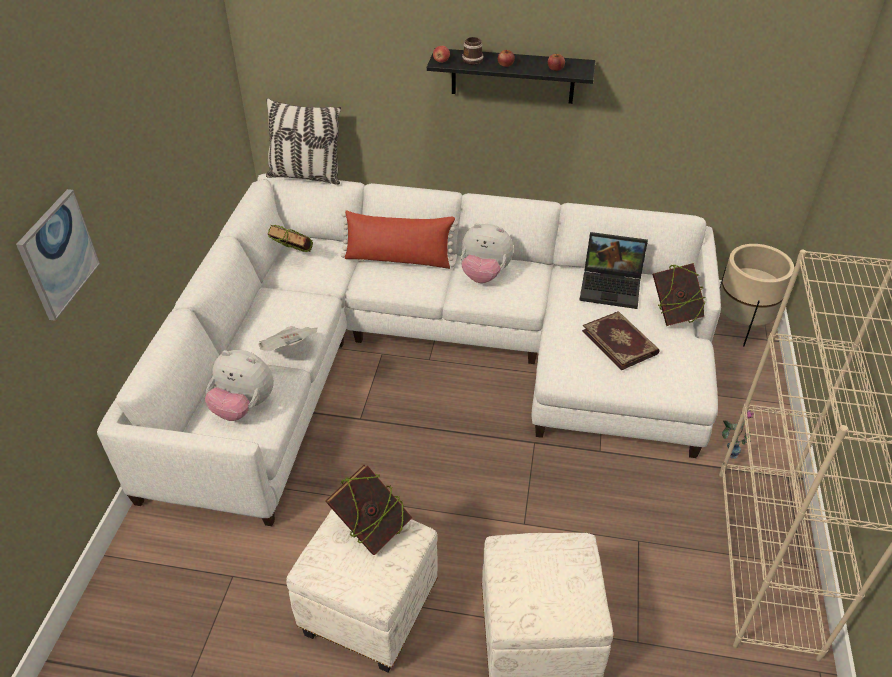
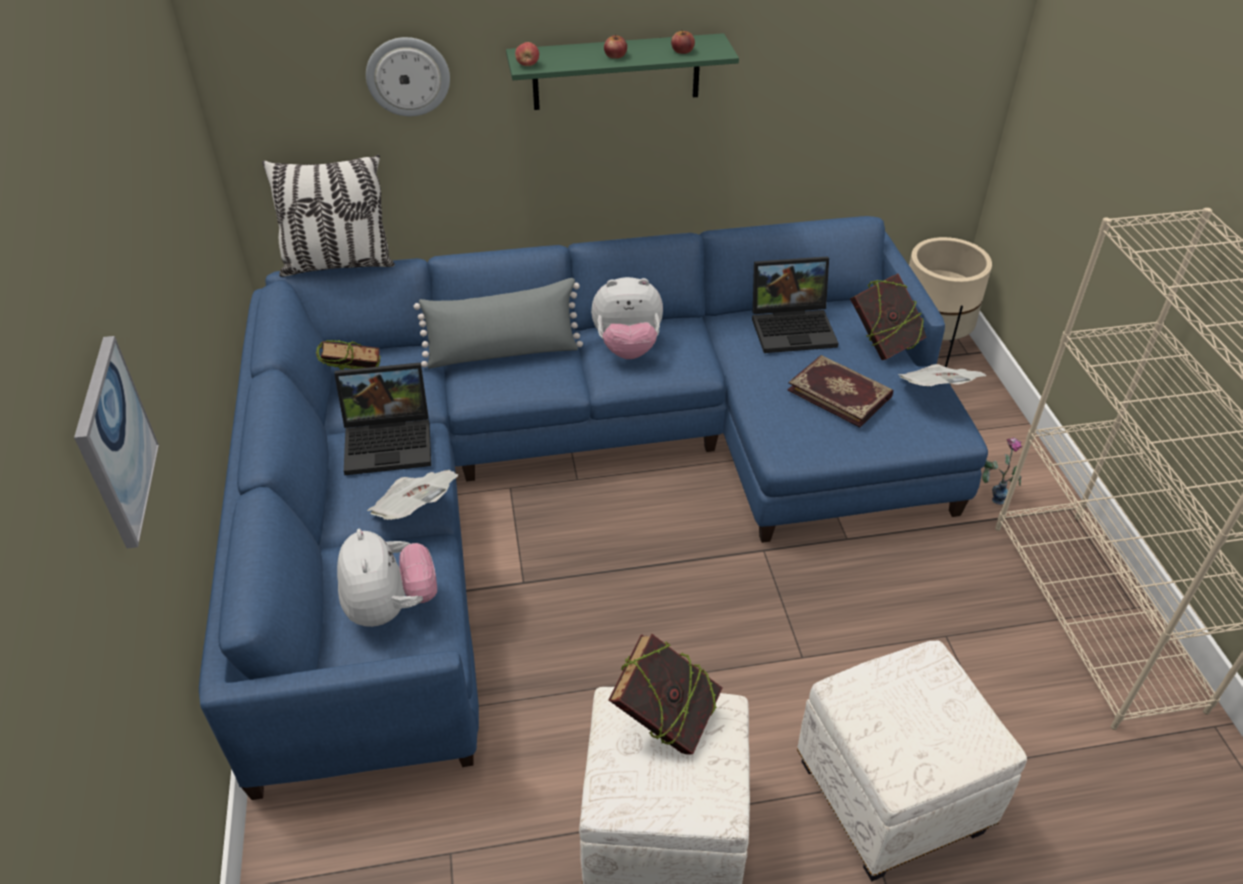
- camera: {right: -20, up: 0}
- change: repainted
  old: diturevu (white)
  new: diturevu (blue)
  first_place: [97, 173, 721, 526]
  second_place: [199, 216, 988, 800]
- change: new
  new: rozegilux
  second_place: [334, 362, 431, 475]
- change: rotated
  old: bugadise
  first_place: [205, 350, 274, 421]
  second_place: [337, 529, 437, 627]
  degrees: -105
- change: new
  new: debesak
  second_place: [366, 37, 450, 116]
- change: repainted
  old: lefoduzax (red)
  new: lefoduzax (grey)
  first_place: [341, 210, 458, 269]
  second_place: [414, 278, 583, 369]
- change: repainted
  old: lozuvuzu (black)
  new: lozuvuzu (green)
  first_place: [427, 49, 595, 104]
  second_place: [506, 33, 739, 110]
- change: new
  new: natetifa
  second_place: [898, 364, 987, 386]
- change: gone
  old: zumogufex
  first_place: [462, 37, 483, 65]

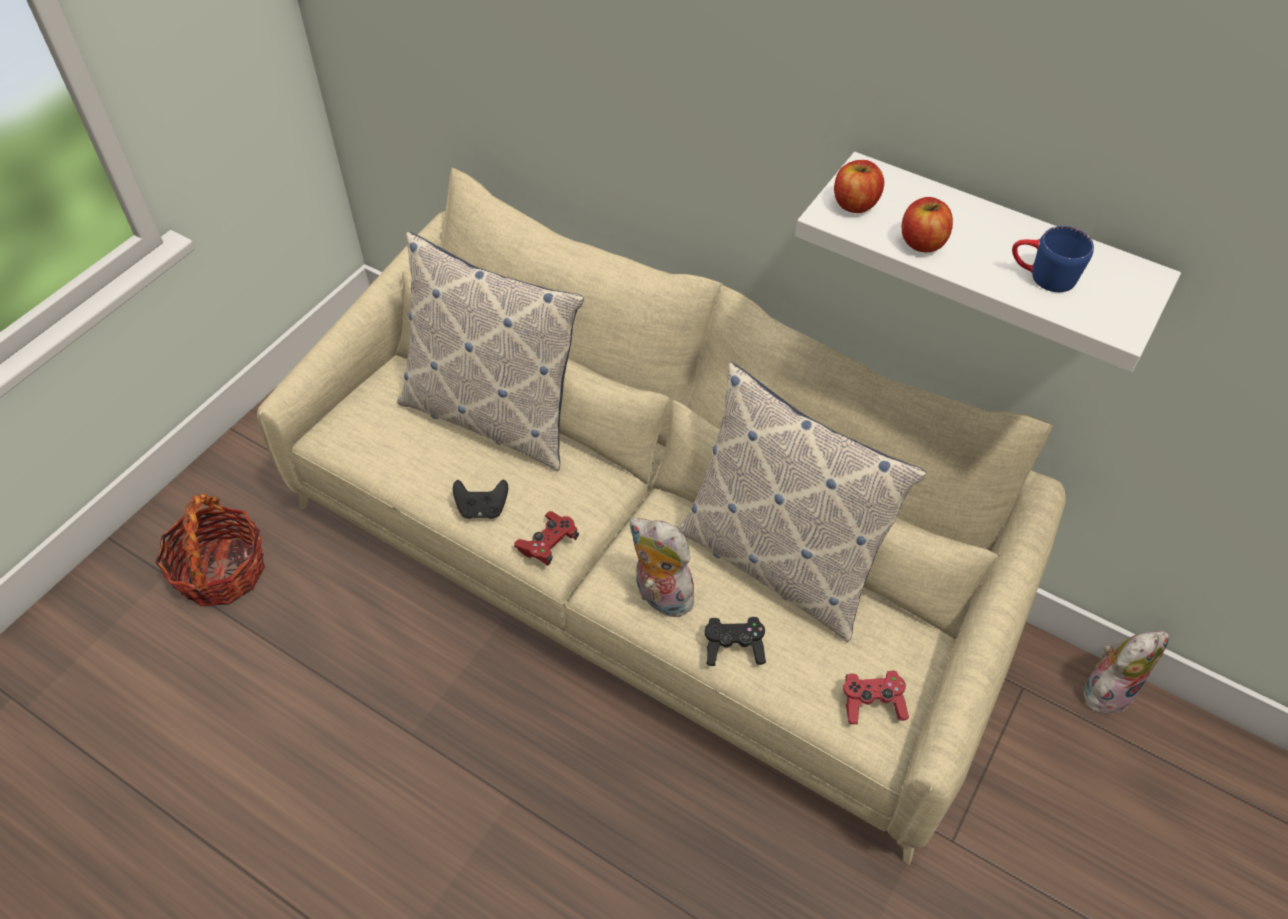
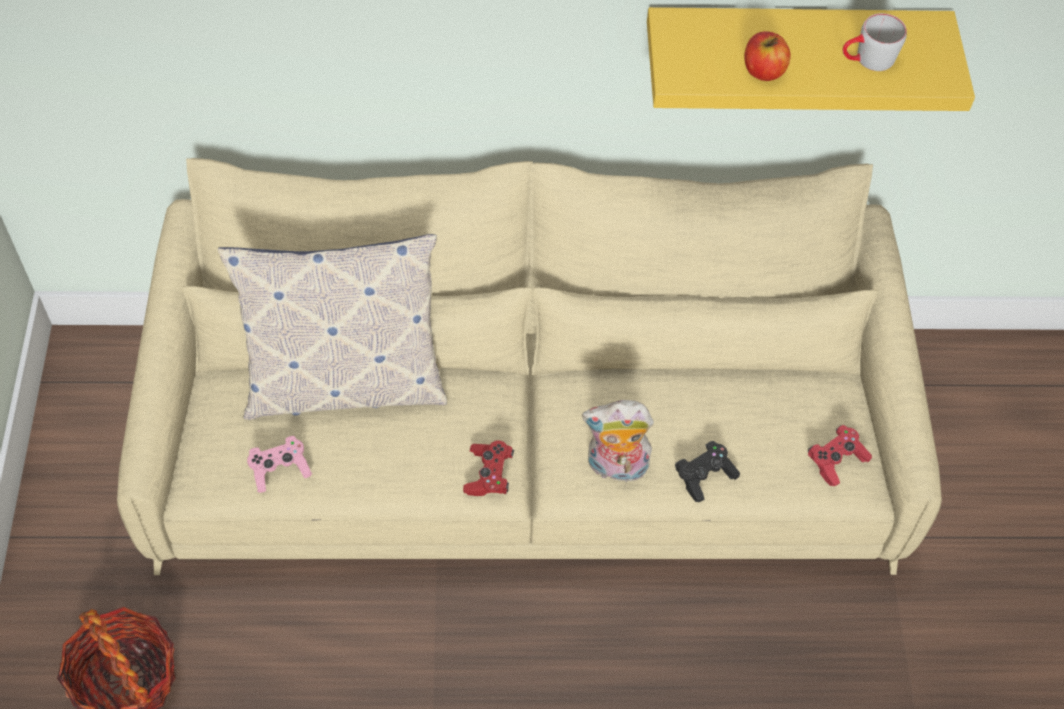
- camera: {right: -35, up: 5}
- change: new
  new: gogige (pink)
  second_place: [247, 436, 312, 493]
- change: repainted
  old: lozuvuzu (white)
  new: lozuvuzu (yellow)
  first_place: [795, 152, 1181, 372]
  second_place: [647, 7, 975, 111]
- change: repainted
  old: zumogufex (blue)
  new: zumogufex (grey)
  first_place: [1012, 226, 1094, 292]
  second_place: [843, 13, 907, 71]
- change: gone
  old: gogige (black)
  first_place: [453, 480, 508, 519]
- change: gone
  old: lefoduzax
  first_place: [677, 362, 926, 642]
- change: gone
  old: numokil
  first_place: [834, 160, 884, 213]
- change: gone
  old: bugadise
  first_place: [1084, 631, 1169, 717]

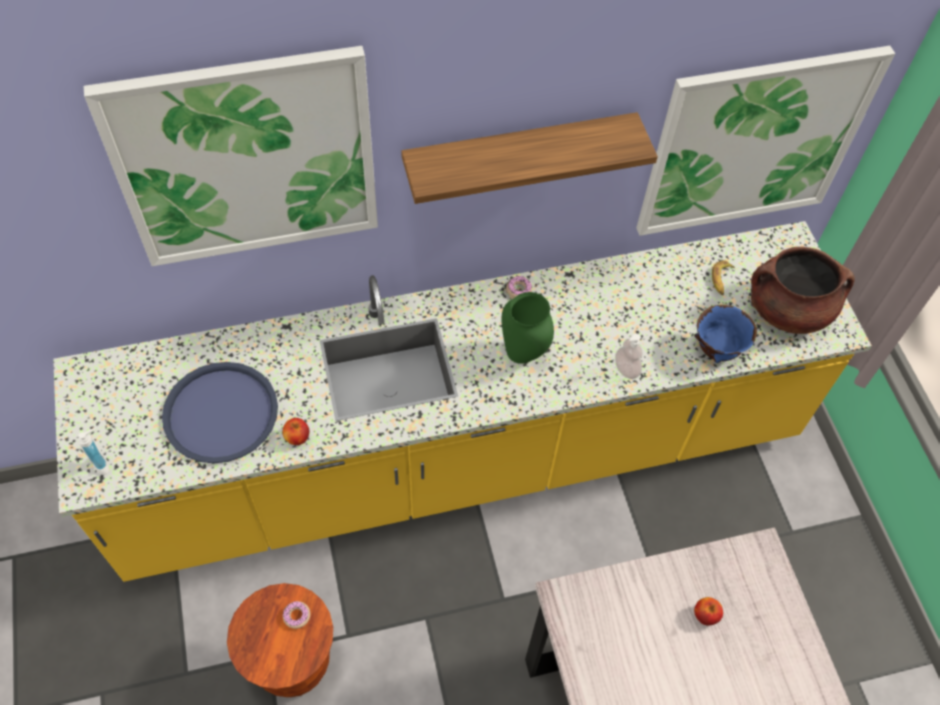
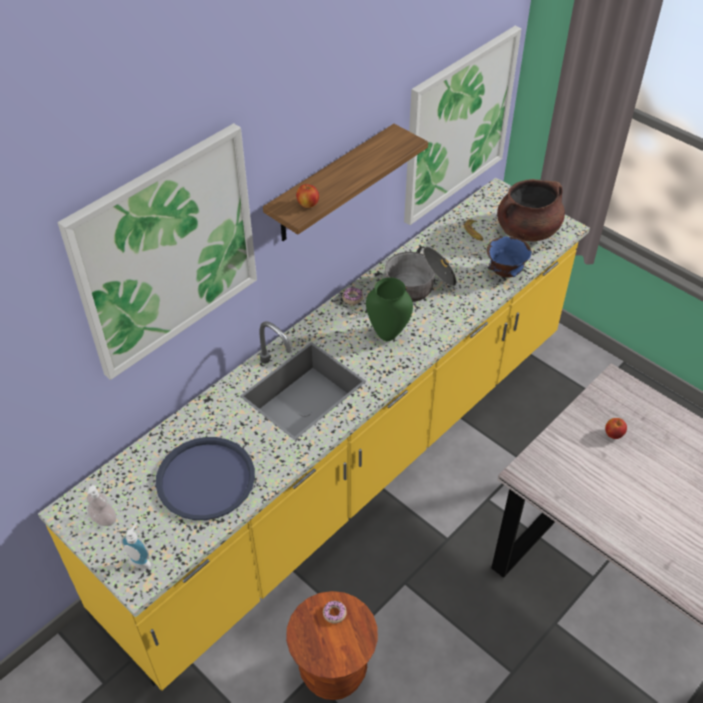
- camera: {right: -30, up: -10}
- change: shifted
  old: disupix
  first_place: [615, 334, 642, 379]
  second_place: [87, 485, 116, 526]
- change: shifted
  old: numokil
  first_place: [283, 418, 310, 445]
  second_place: [296, 184, 319, 208]
- change: new
  new: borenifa
  second_place: [385, 247, 456, 302]

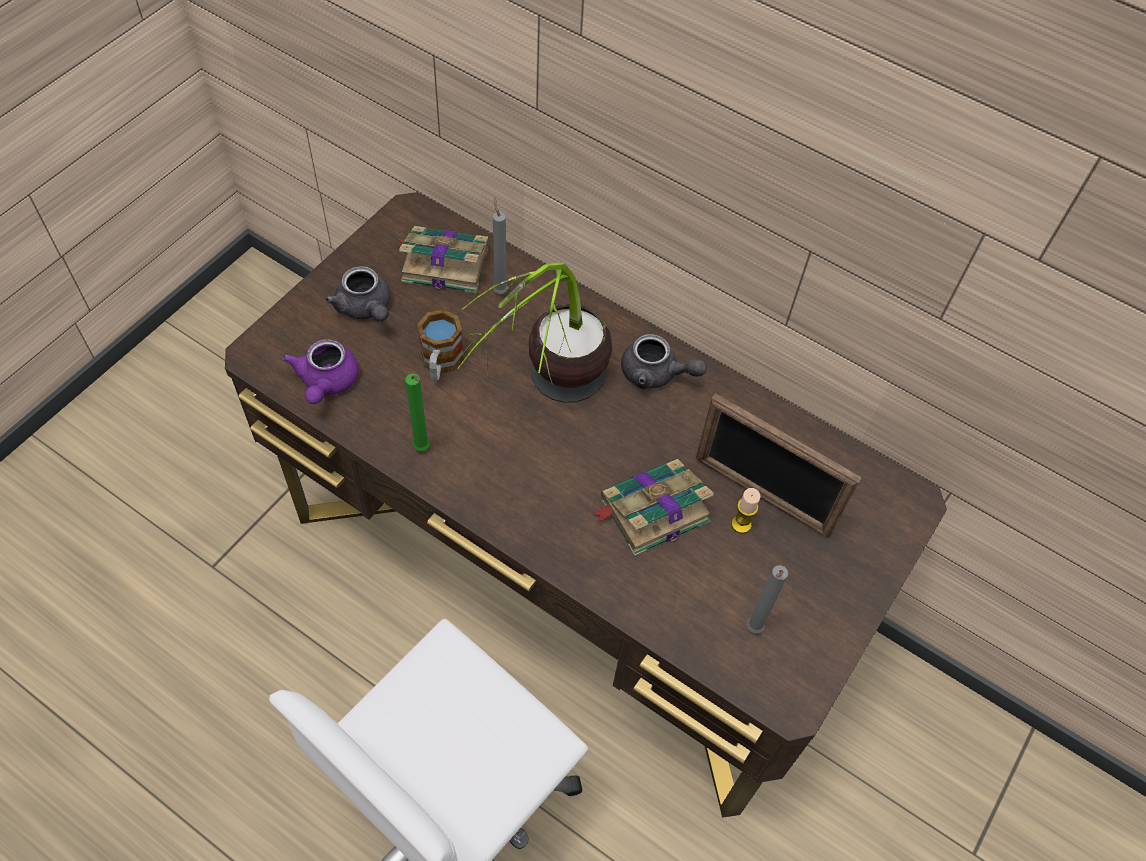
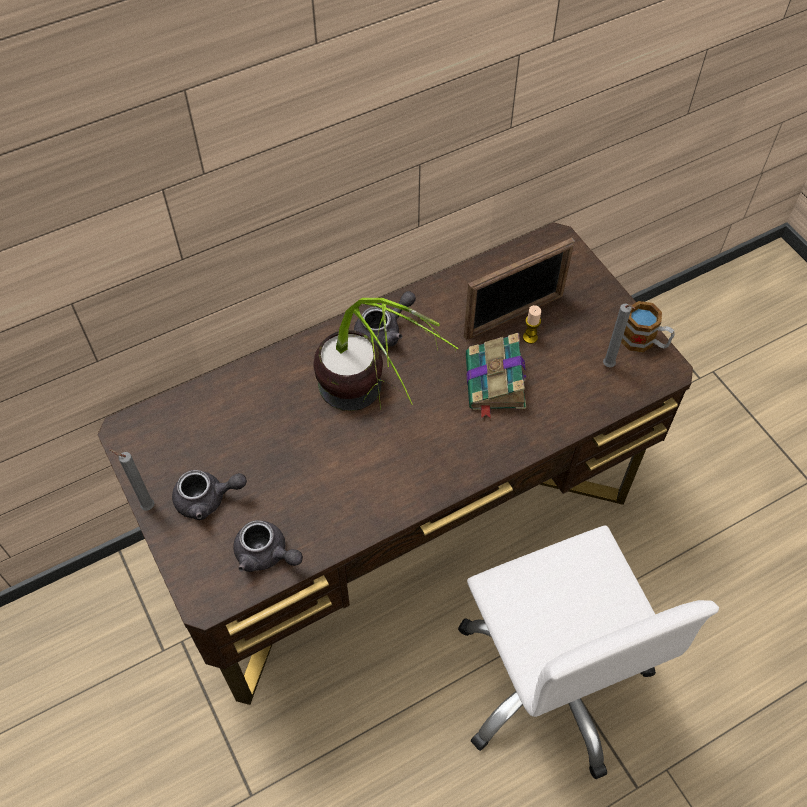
- camera: {right: -60, up: 0}
- change: shifted
  old: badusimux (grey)
  first_place: [493, 198, 508, 294]
  second_place: [109, 449, 154, 511]
- change: repainted
  old: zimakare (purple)
  new: zimakare (grey)
  first_place: [282, 339, 359, 404]
  second_place: [233, 520, 303, 572]
- change: shifted
  old: zumogufex
  first_place: [418, 309, 464, 381]
  second_place: [621, 301, 675, 353]
- change: gone
  old: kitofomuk
  first_place: [396, 226, 488, 294]
- change: gone
  old: badusimux (green)
  first_place: [405, 373, 430, 451]

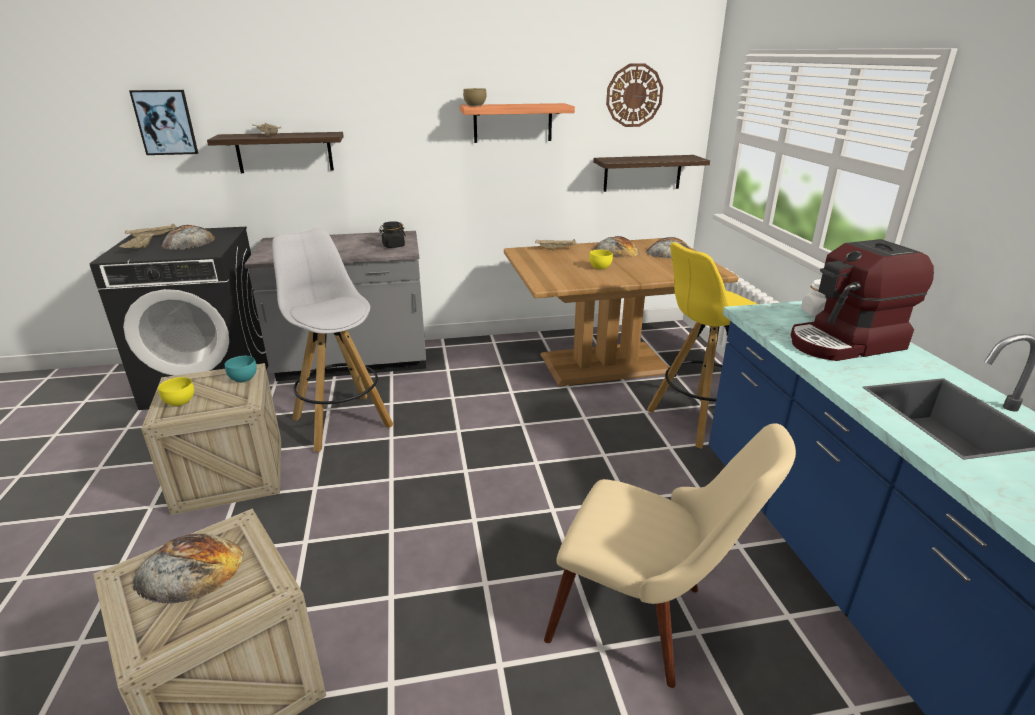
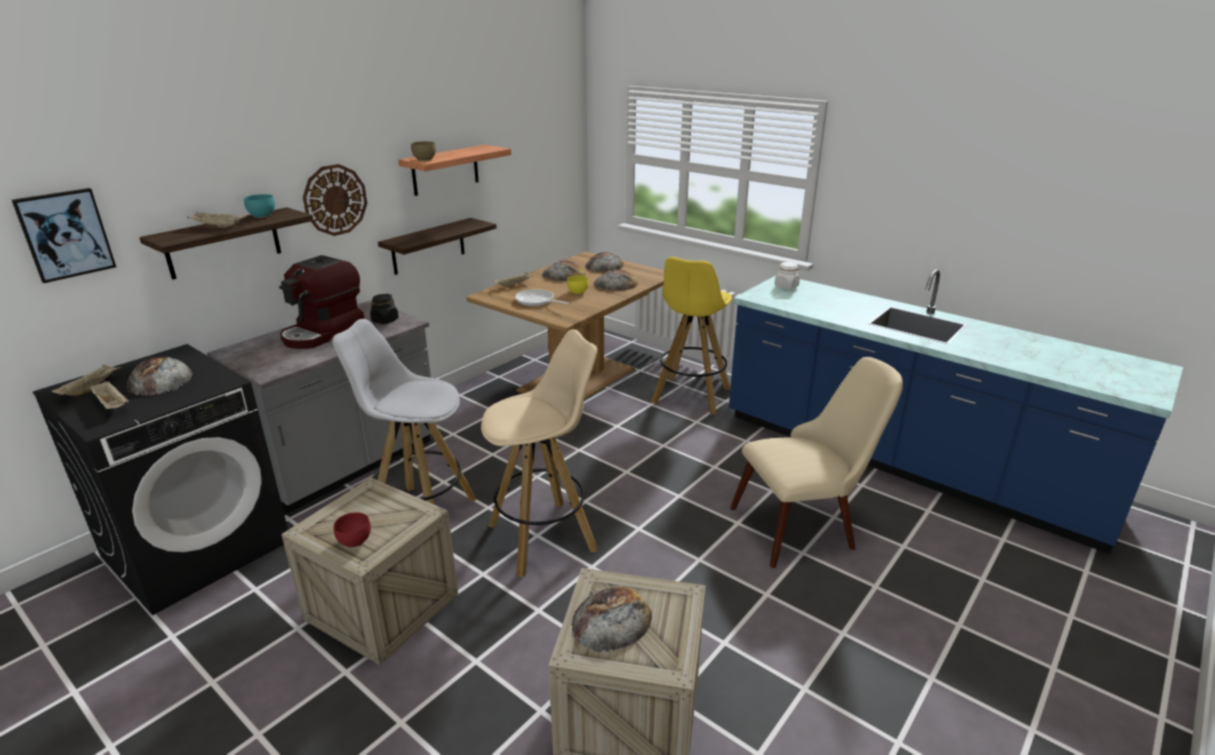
- camera: {right: -40, up: 0}
- change: shifted
  old: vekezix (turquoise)
  first_place: [225, 356, 257, 383]
  second_place: [244, 194, 275, 218]
- change: shifted
  old: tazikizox
  first_place: [791, 239, 934, 361]
  second_place: [279, 255, 365, 349]
- change: shifted
  old: debesak
  first_place: [606, 63, 663, 127]
  second_place: [303, 164, 367, 236]
- change: repainted
  old: vekezix (yellow)
  new: vekezix (red)
  first_place: [158, 377, 194, 407]
  second_place: [333, 512, 371, 547]
- change: shifted
  old: lozuvuzu
  first_place: [593, 155, 710, 192]
  second_place: [378, 218, 497, 275]
- change: new
  new: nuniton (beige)
  second_place: [481, 330, 597, 577]
- change: new
  new: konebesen
  second_place: [515, 289, 569, 306]
- change: new
  new: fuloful
  second_place: [593, 269, 638, 291]

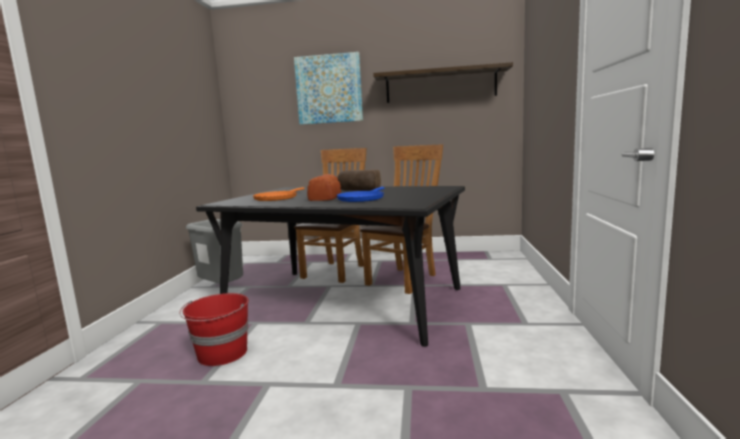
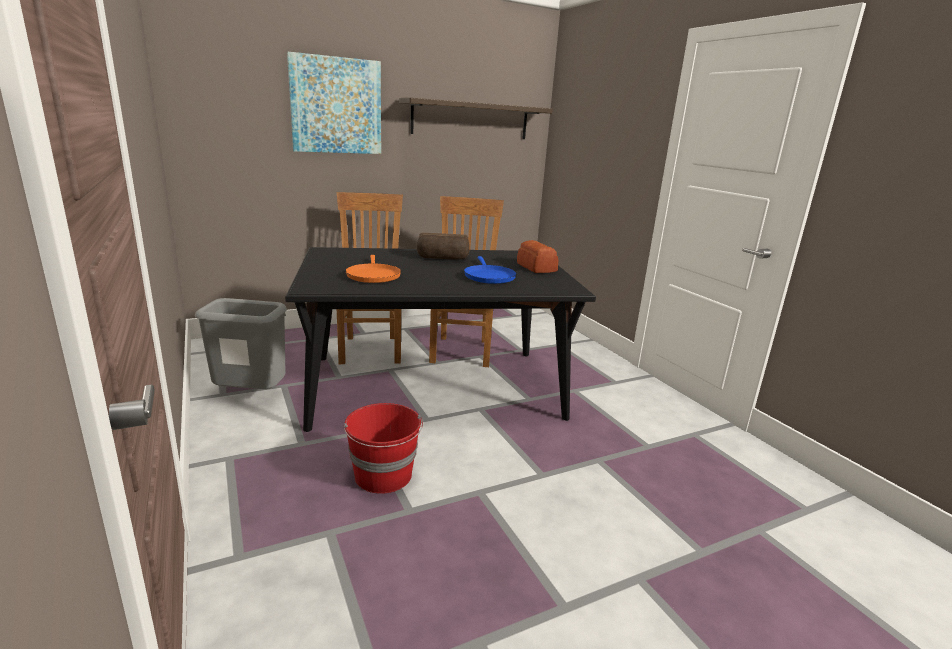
- camera: {right: -35, up: 10}
- change: shifted
  old: fuloful
  first_place: [307, 174, 341, 201]
  second_place: [517, 240, 558, 273]

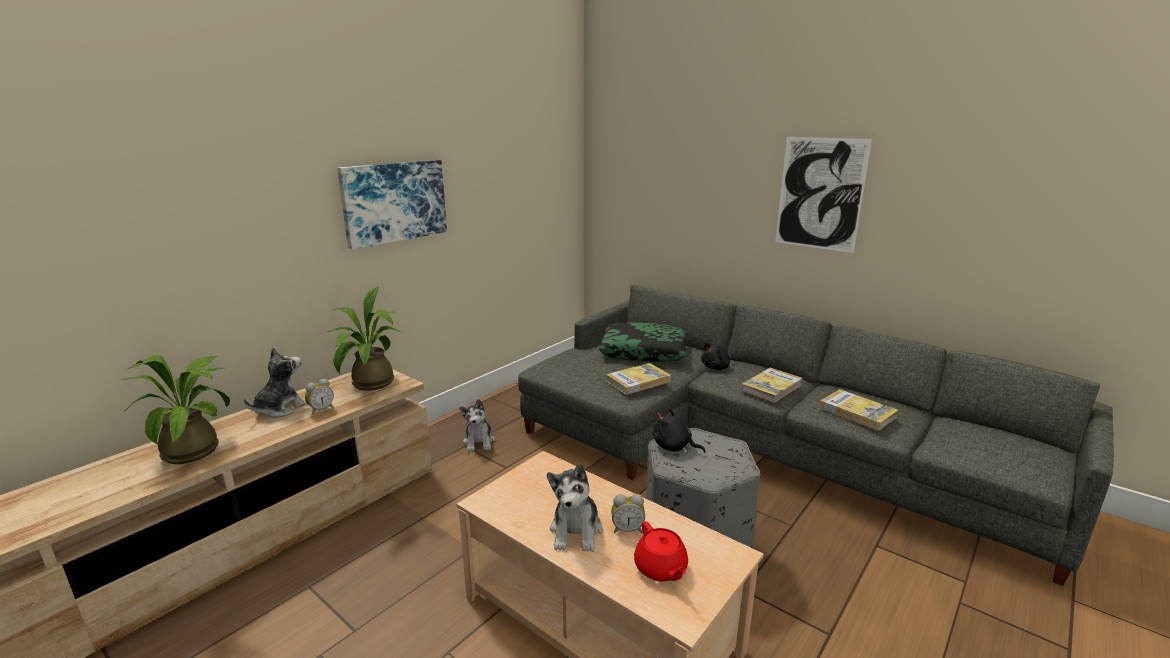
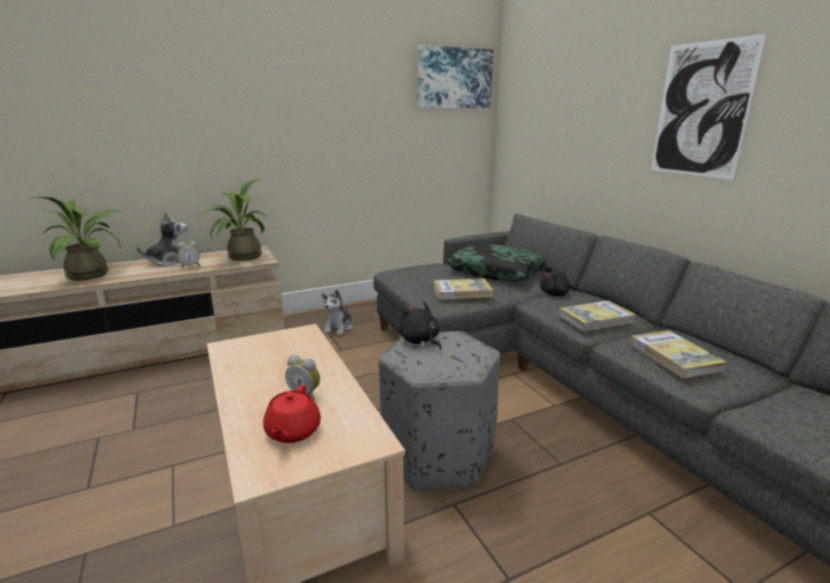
- camera: {right: 25, up: 0}
- change: shifted
  old: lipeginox
  first_place: [337, 160, 447, 249]
  second_place: [417, 45, 493, 108]
- change: gone
  old: bugadise
  first_place: [547, 463, 603, 552]

